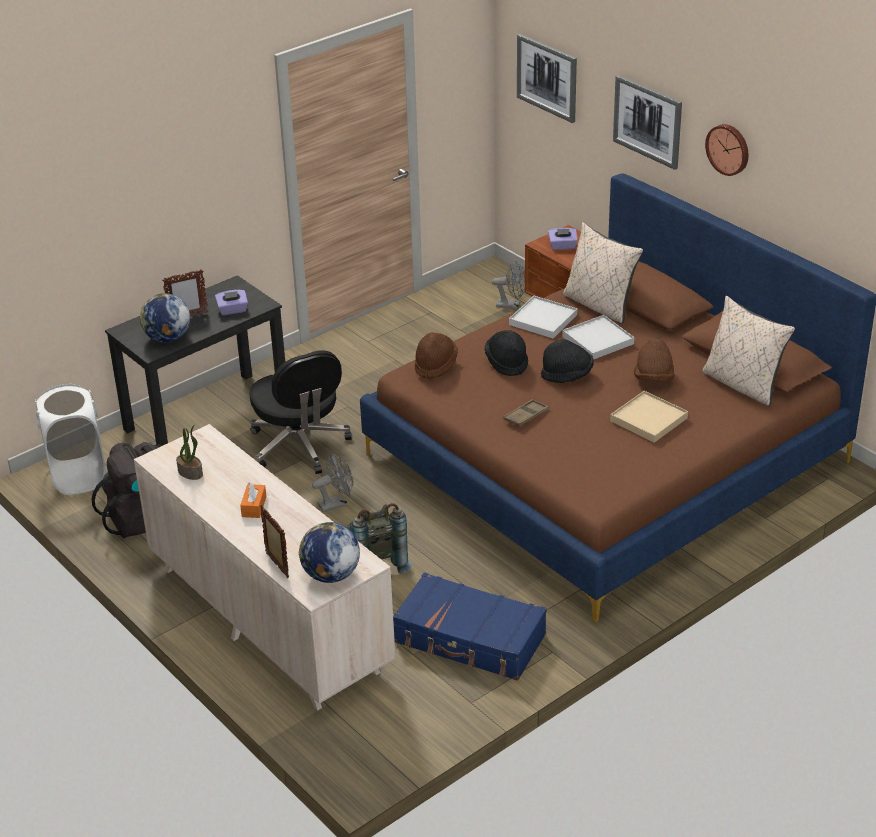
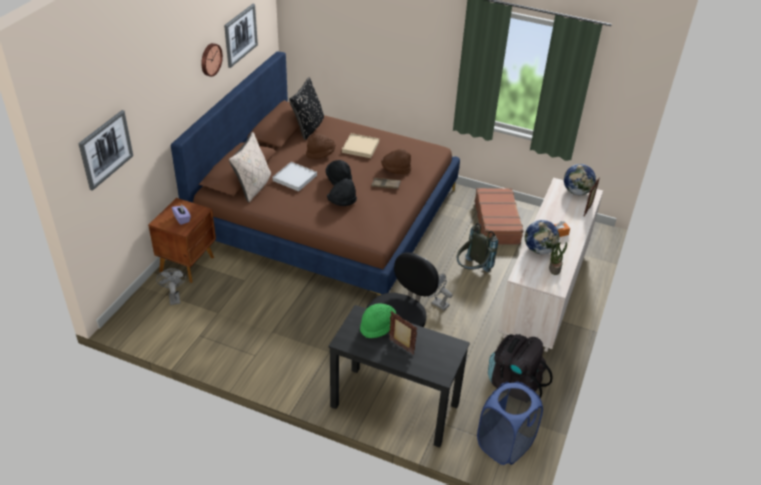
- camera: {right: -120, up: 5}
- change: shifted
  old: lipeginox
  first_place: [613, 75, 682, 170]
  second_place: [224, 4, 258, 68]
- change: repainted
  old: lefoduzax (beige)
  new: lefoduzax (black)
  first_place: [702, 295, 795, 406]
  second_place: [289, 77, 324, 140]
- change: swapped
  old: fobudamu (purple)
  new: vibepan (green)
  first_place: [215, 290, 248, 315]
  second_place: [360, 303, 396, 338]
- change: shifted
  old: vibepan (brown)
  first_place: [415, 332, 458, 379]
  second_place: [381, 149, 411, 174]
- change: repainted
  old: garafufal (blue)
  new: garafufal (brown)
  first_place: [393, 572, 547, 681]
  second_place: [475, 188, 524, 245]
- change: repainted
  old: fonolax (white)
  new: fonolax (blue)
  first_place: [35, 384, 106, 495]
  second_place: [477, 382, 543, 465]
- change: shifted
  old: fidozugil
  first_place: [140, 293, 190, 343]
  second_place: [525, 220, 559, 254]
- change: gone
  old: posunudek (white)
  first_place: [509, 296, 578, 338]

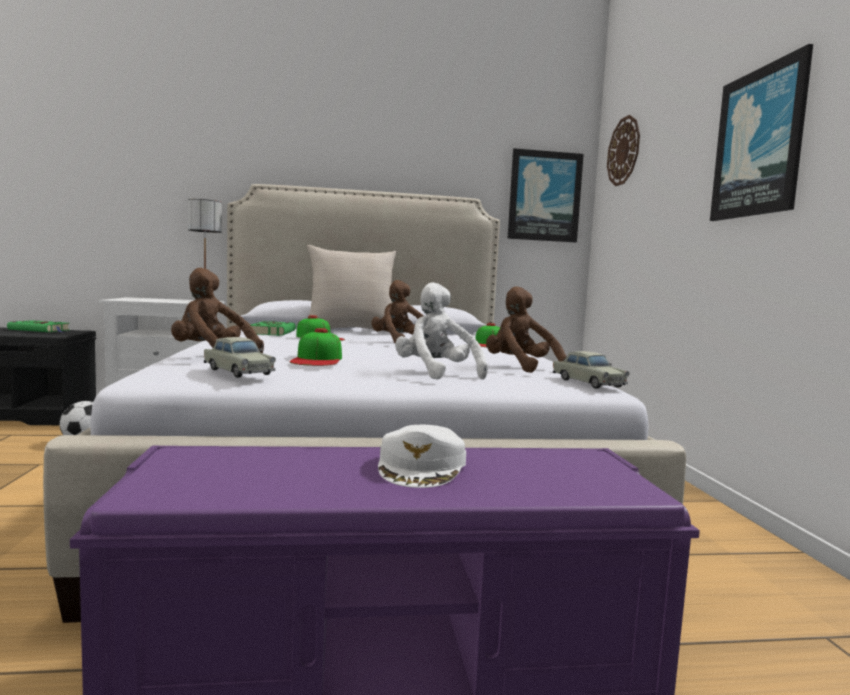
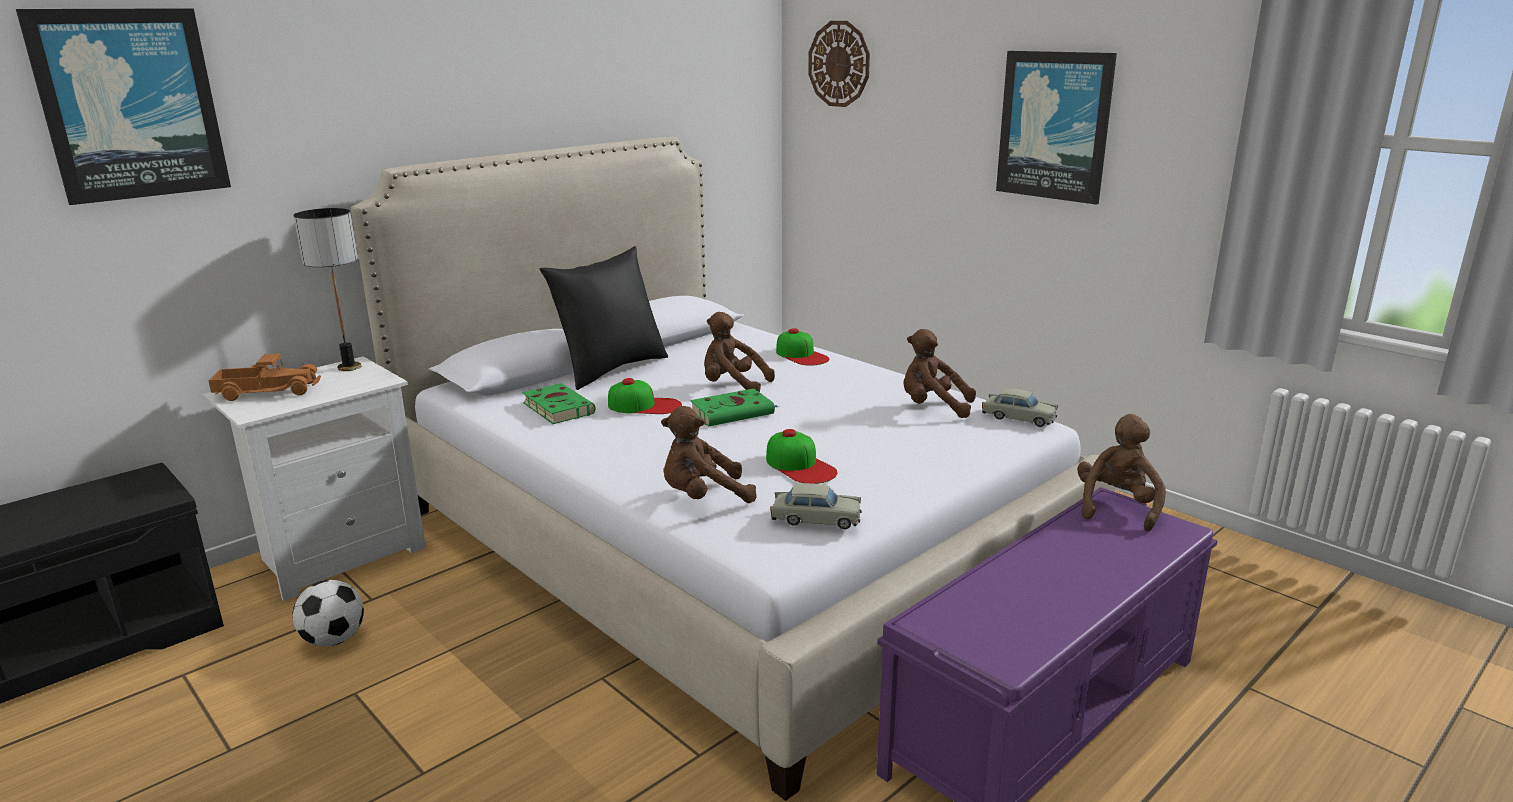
- camera: {right: -35, up: 15}
- change: shifted
  old: lipeginox
  first_place: [507, 148, 584, 243]
  second_place: [16, 8, 231, 205]
- change: new
  new: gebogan
  second_place: [208, 353, 321, 401]
- change: repainted
  old: lefoduzax (beige)
  new: lefoduzax (black)
  first_place: [307, 245, 397, 332]
  second_place: [540, 246, 668, 390]
- change: shifted
  old: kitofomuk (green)
  first_place: [7, 320, 69, 333]
  second_place: [690, 388, 779, 427]
- change: new
  new: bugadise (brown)
  second_place: [1077, 414, 1166, 532]
- change: gone
  old: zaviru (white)
  first_place: [378, 425, 466, 488]
- change: gone
  old: bugadise (white)
  first_place: [395, 282, 488, 380]

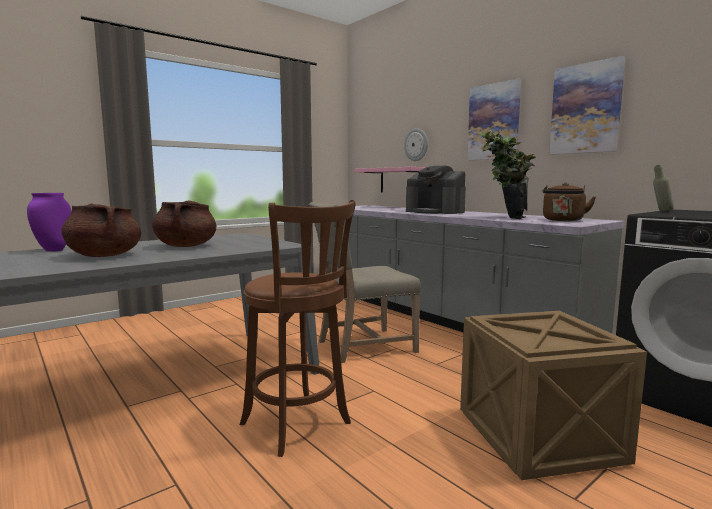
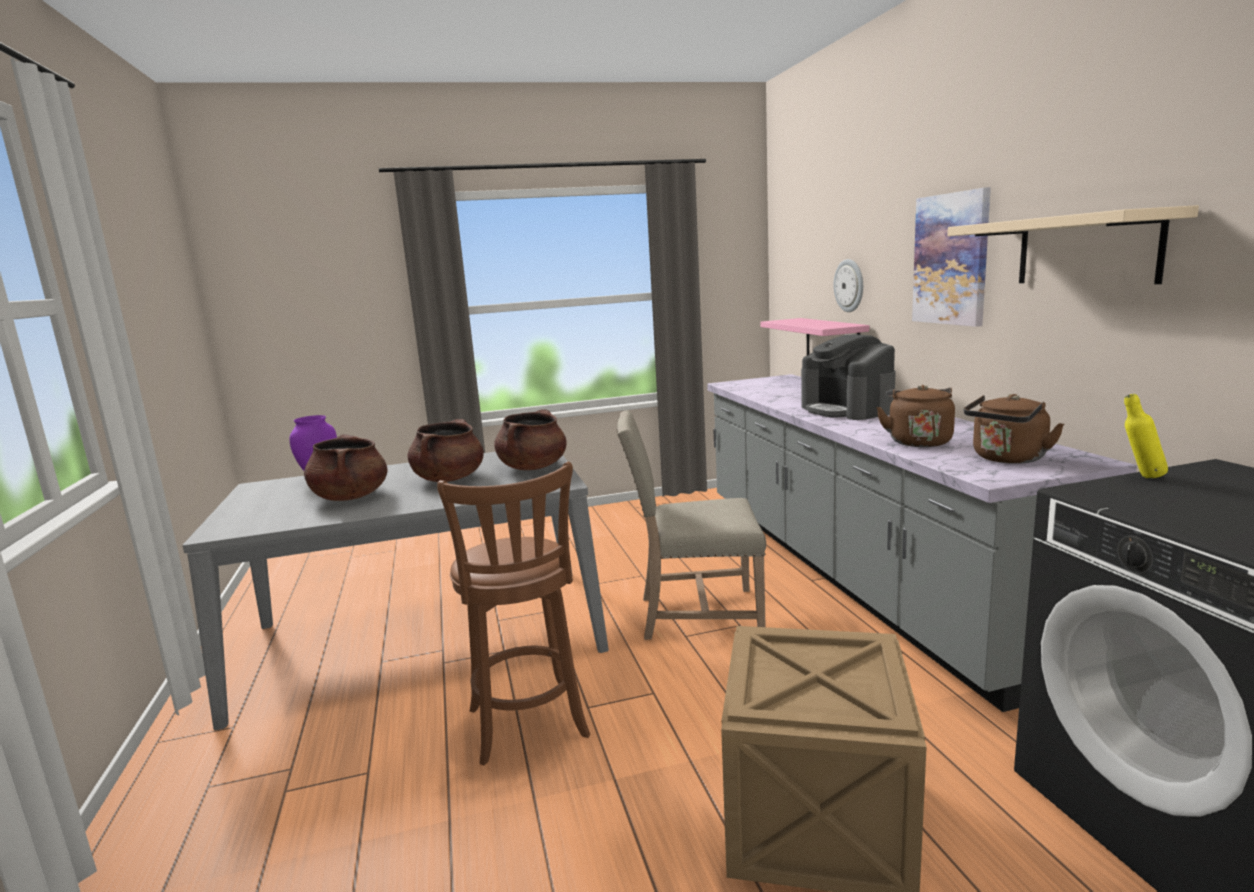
- camera: {right: 25, up: 5}
- change: new
  new: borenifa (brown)
  second_place: [494, 409, 567, 470]
- change: swapped
  old: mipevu
  new: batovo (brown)
  first_place: [478, 130, 536, 219]
  second_place: [876, 385, 955, 447]
- change: swapped
  old: lipeginox
  new: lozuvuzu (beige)
  first_place: [549, 56, 626, 155]
  second_place: [947, 205, 1199, 284]
- change: repainted
  old: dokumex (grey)
  new: dokumex (yellow)
  first_place: [653, 165, 674, 212]
  second_place: [1124, 394, 1168, 478]

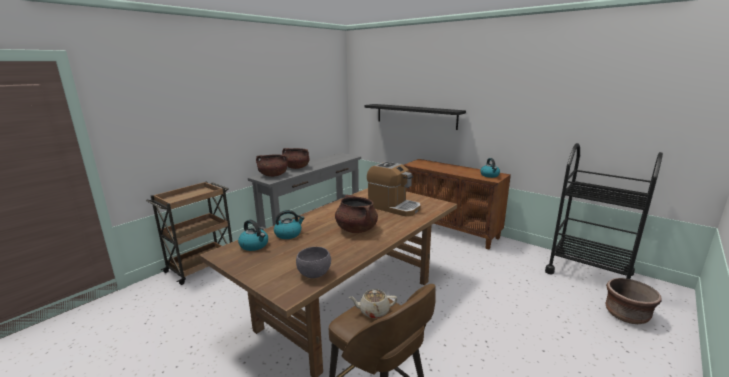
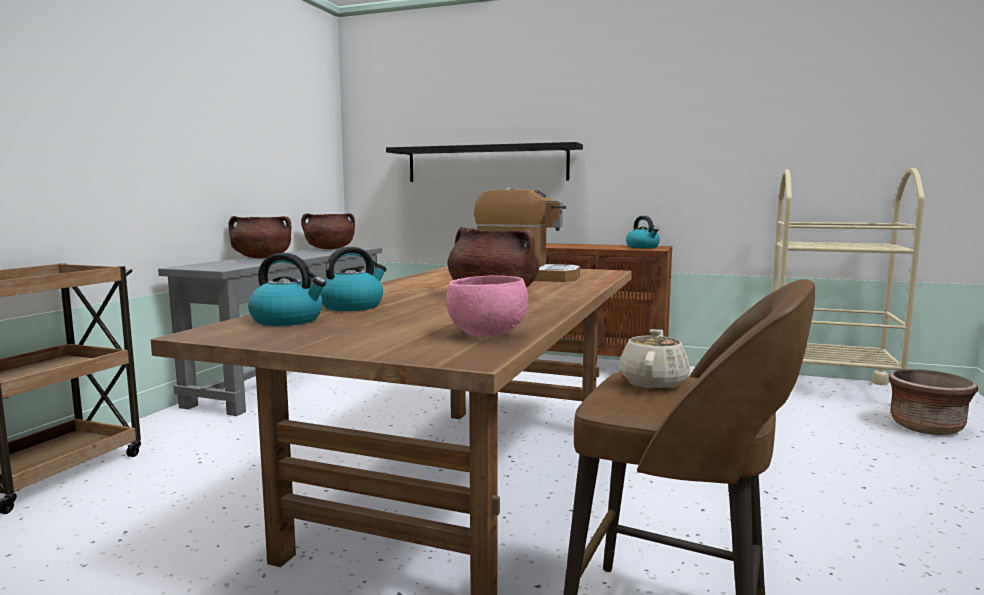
- camera: {right: -20, up: -10}
- change: shifted
  old: borenifa (brown)
  first_place: [256, 154, 288, 177]
  second_place: [301, 213, 355, 249]
- change: repainted
  old: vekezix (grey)
  new: vekezix (pink)
  first_place: [296, 247, 331, 278]
  second_place: [446, 275, 528, 337]
- change: rotated
  old: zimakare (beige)
  first_place: [348, 289, 397, 318]
  second_place: [619, 329, 690, 389]
  degrees: 135
- change: repainted
  old: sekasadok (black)
  new: sekasadok (beige)
  first_place: [545, 143, 663, 279]
  second_place: [772, 168, 925, 400]

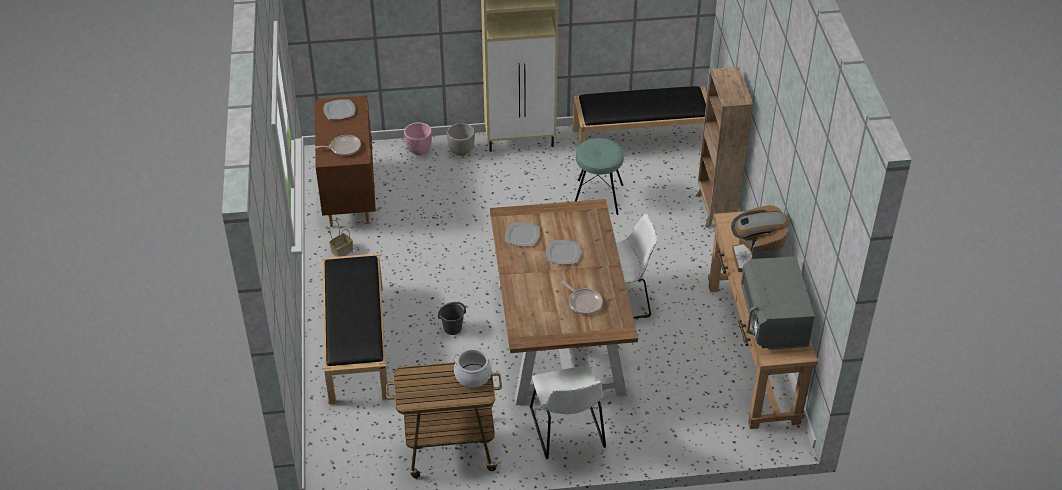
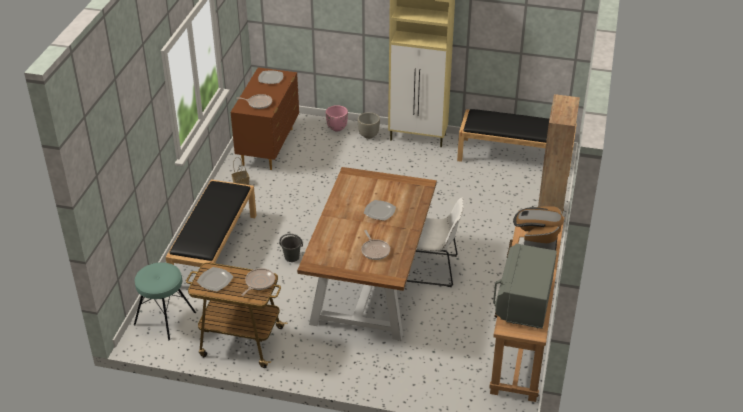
- camera: {right: 20, up: -5}
- change: shifted
  old: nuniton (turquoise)
  first_place: [575, 138, 624, 215]
  second_place: [134, 262, 196, 340]
- change: shifted
  old: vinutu
  first_place: [505, 222, 540, 247]
  second_place: [197, 267, 233, 292]
- change: swapped
  old: borenifa
  new: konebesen
  first_place: [452, 349, 493, 387]
  second_place: [241, 268, 275, 296]
- change: gone
  old: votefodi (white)
  first_place: [530, 365, 606, 459]

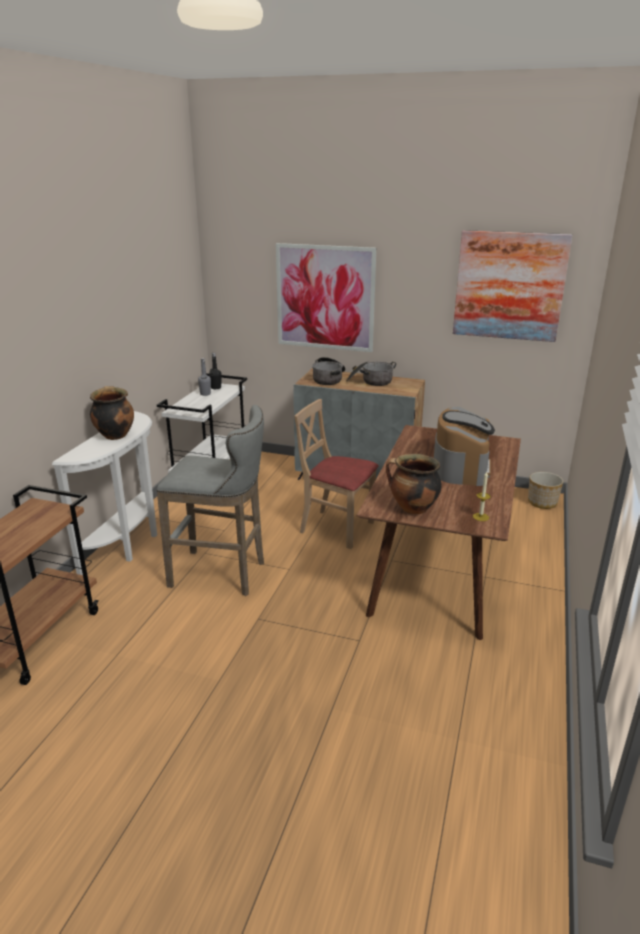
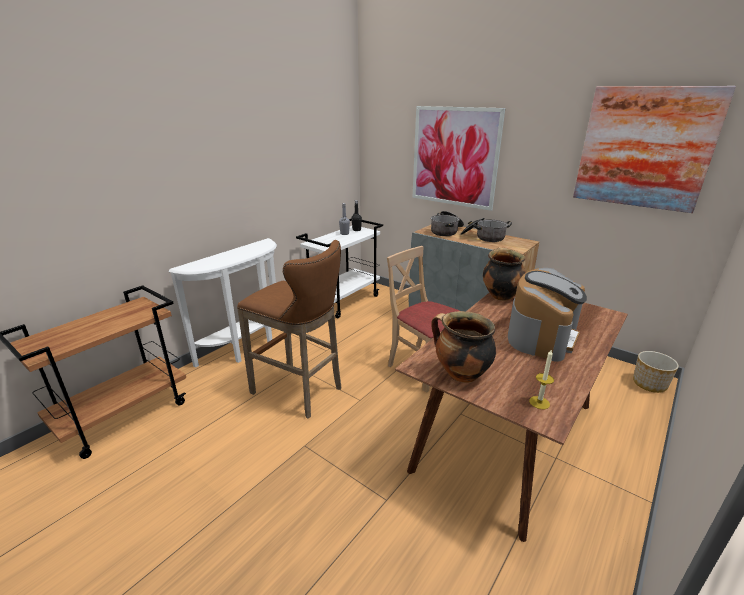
- camera: {right: 20, up: 0}
- change: repainted
  old: nuniton (grey)
  new: nuniton (brown)
  first_place: [157, 405, 264, 596]
  second_place: [237, 240, 341, 419]
- change: shifted
  old: borenifa
  first_place: [90, 386, 134, 440]
  second_place: [483, 247, 526, 301]

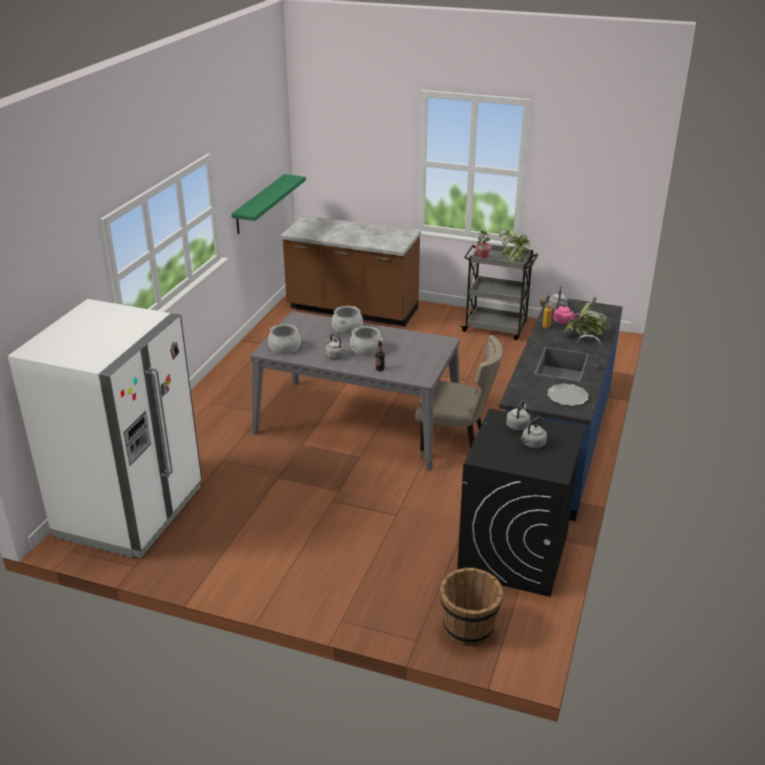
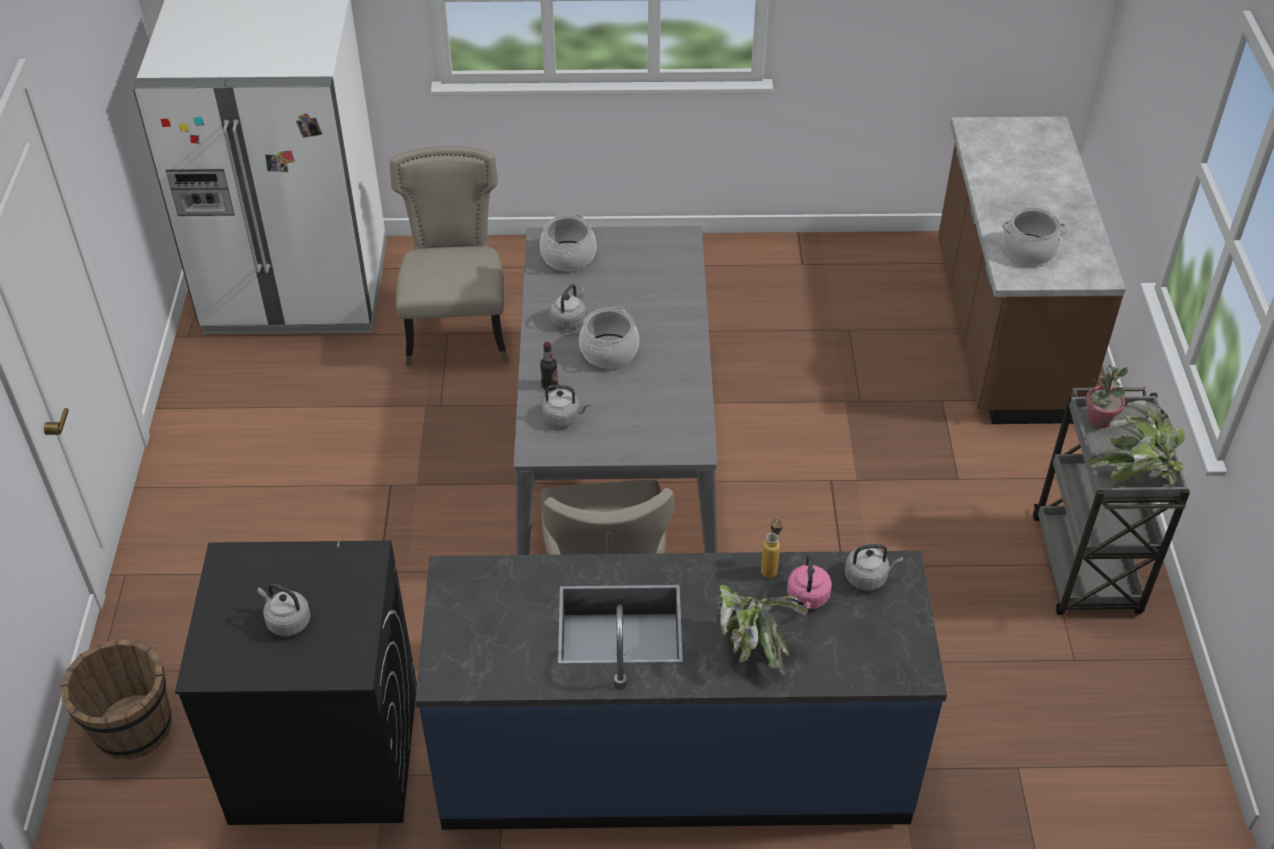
- camera: {right: 70, up: 15}
- change: new
  new: votefodi (beige)
  second_place: [389, 145, 508, 366]
- change: shifted
  old: batovo (grey)
  first_place: [506, 400, 530, 431]
  second_place: [542, 385, 590, 427]
- change: shifted
  old: borenifa
  first_place: [332, 306, 363, 334]
  second_place: [1002, 207, 1067, 265]
- change: gone
  old: lozuvuzu (green)
  first_place: [231, 174, 306, 234]
- change: gone
  old: vinutu
  first_place: [547, 384, 589, 406]

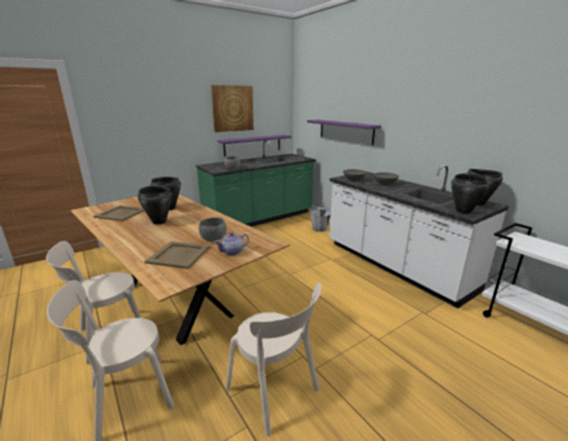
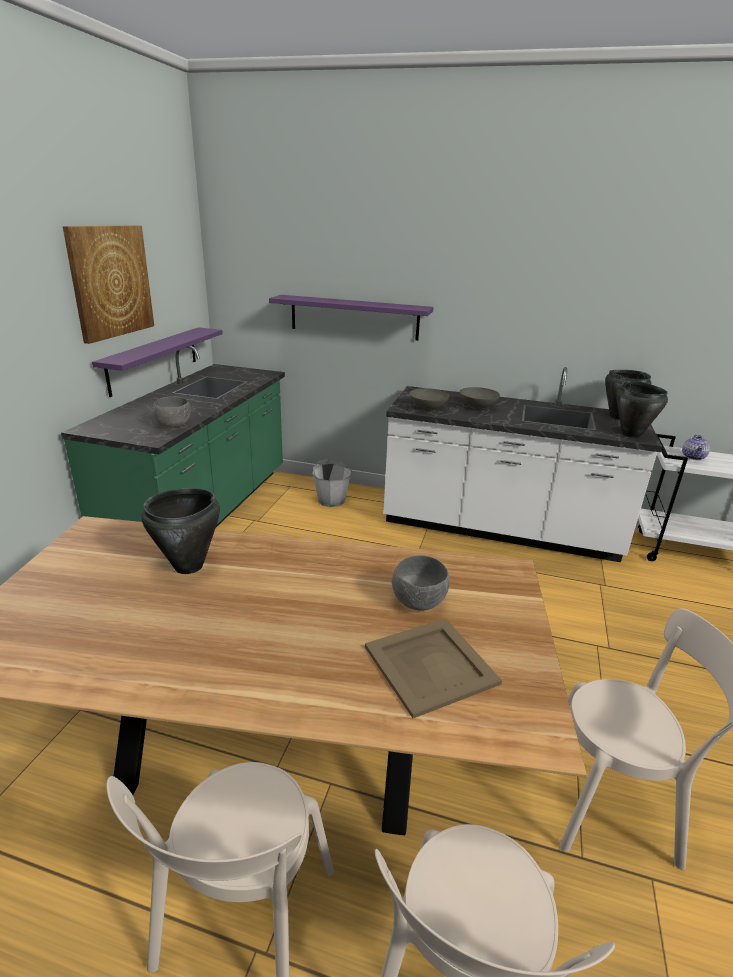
- camera: {right: -40, up: 5}
- change: shifted
  old: zimakare
  first_place: [214, 232, 249, 256]
  second_place: [682, 435, 710, 460]
- change: gone
  old: posunudek (beige)
  first_place: [94, 205, 144, 221]
- change: gone
  old: borenifa (black)
  first_place: [138, 186, 173, 225]

